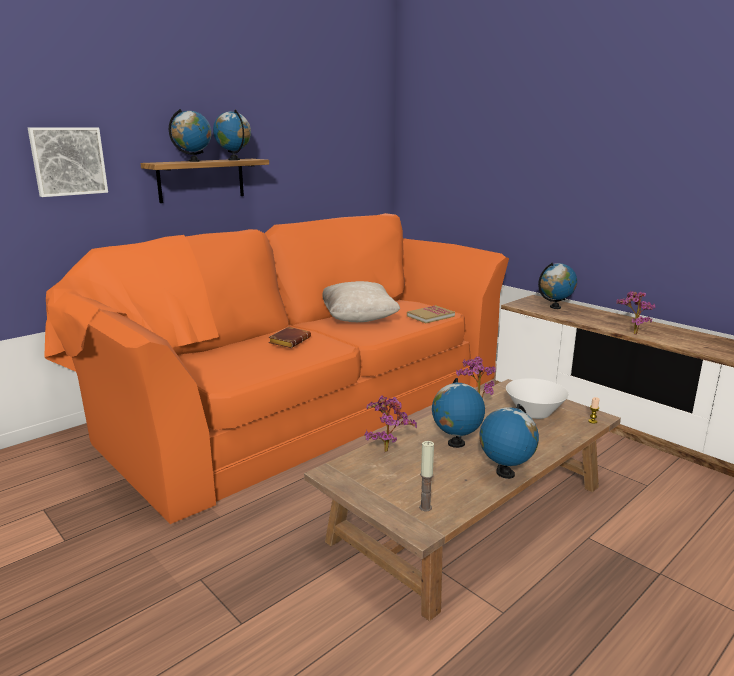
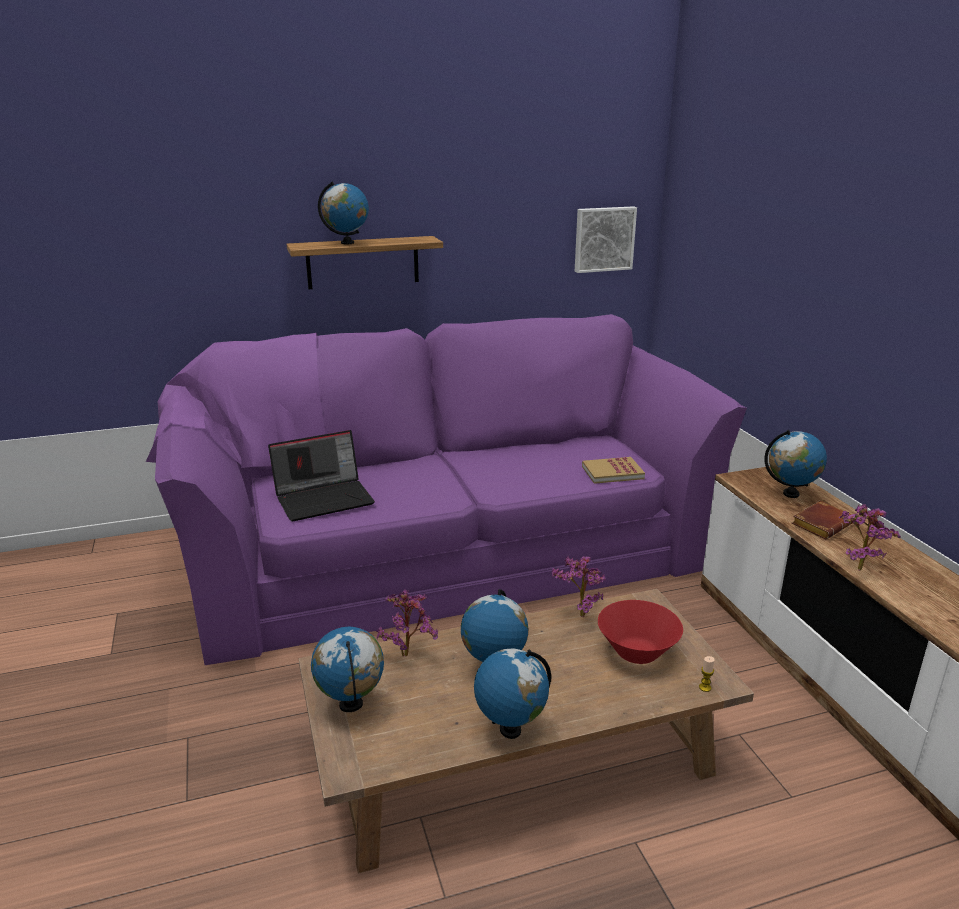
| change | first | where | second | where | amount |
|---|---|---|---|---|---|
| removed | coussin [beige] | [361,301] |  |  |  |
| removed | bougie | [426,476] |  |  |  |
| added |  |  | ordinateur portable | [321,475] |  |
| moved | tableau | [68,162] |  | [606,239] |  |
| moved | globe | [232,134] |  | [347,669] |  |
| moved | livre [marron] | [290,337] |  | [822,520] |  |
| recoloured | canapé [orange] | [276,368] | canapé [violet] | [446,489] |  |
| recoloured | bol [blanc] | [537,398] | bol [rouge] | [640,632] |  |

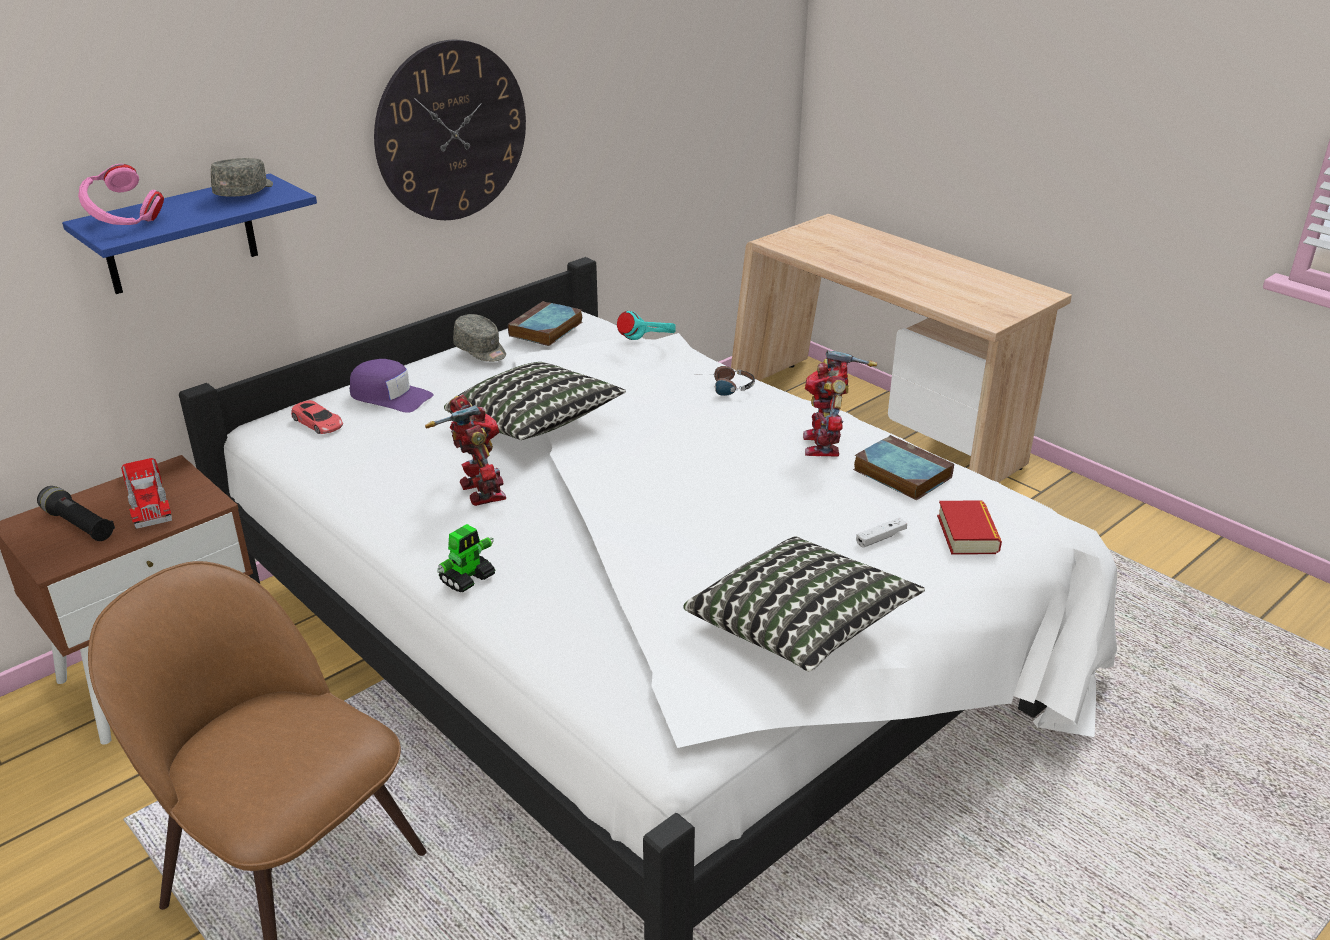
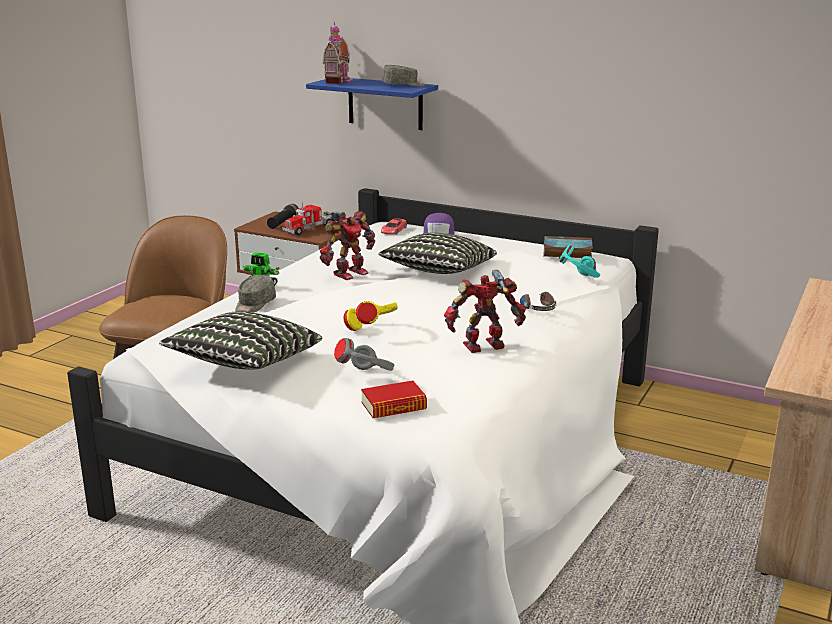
| change | first | where | second | where | amount |
|---|---|---|---|---|---|
| removed | horloge murale | [450,129] |  |  |  |
| removed | livre | [903,467] |  |  |  |
| added |  |  | casque audio [jaune] | [370,316] |  |
| moved | casquette [gris] | [479,338] |  | [255,294] |  |
| replaced | casque audio [rose] | [121,194] | maison miniature | [337,53] |  |
| replaced | manette [blanc] | [881,533] | casque audio [gris] | [364,354] |  |

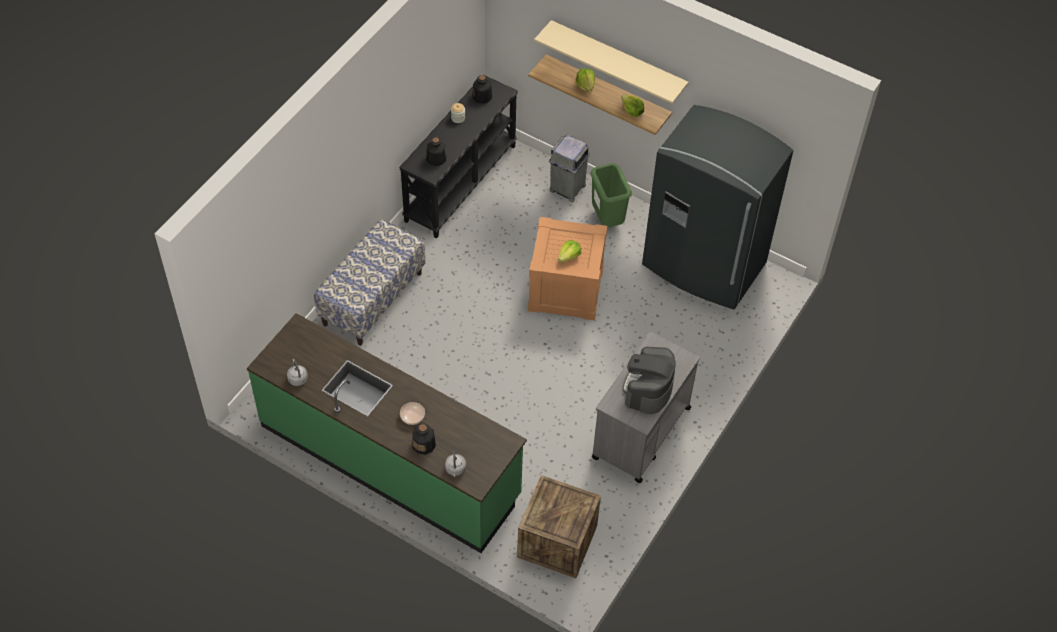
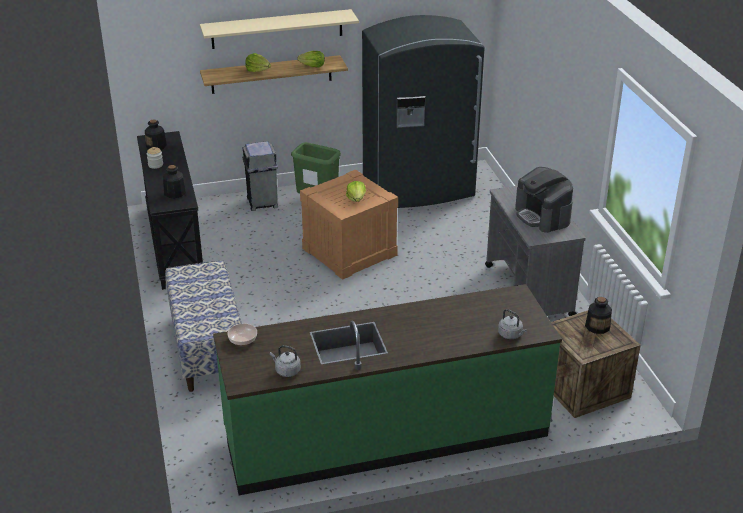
| change | first | where | second | where | amount |
|---|---|---|---|---|---|
| moved | bol | [412,413] |  | [242,334] |  |
| moved | bouteille | [424,439] |  | [598,315] |  |

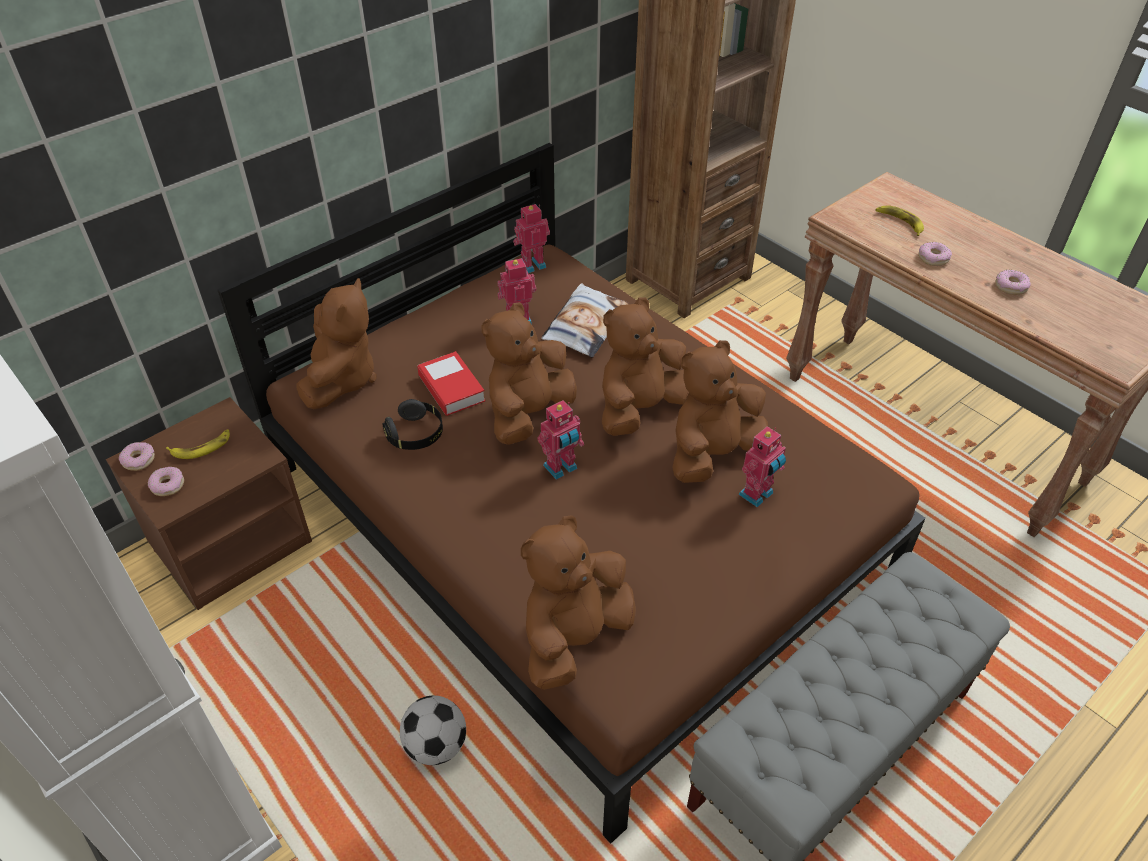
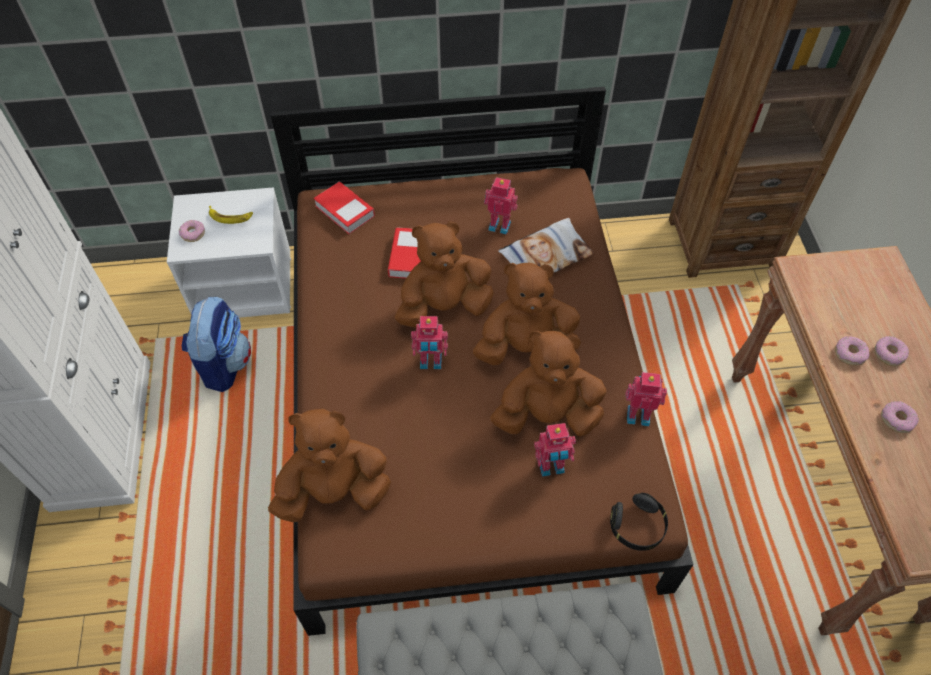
| change | first | where | second | where | amount |
|---|---|---|---|---|---|
| removed | ballon de foot | [433,730] |  |  |  |
| removed | banane | [899,220] |  |  |  |
| added |  |  | sac à dos | [216,344] |  |
| moved | beignet | [137,456] |  | [891,351] |  |
| moved | casque audio [noir] | [412,424] |  | [639,522] |  |
| moved | robot jouet | [531,238] |  | [646,399] |  |
| replaced | peluche [marron] | [336,343] | livre | [344,208] |  |
| recoloured | table de chevet [marron] | [209,503] | table de chevet [blanc] | [229,252] |  |

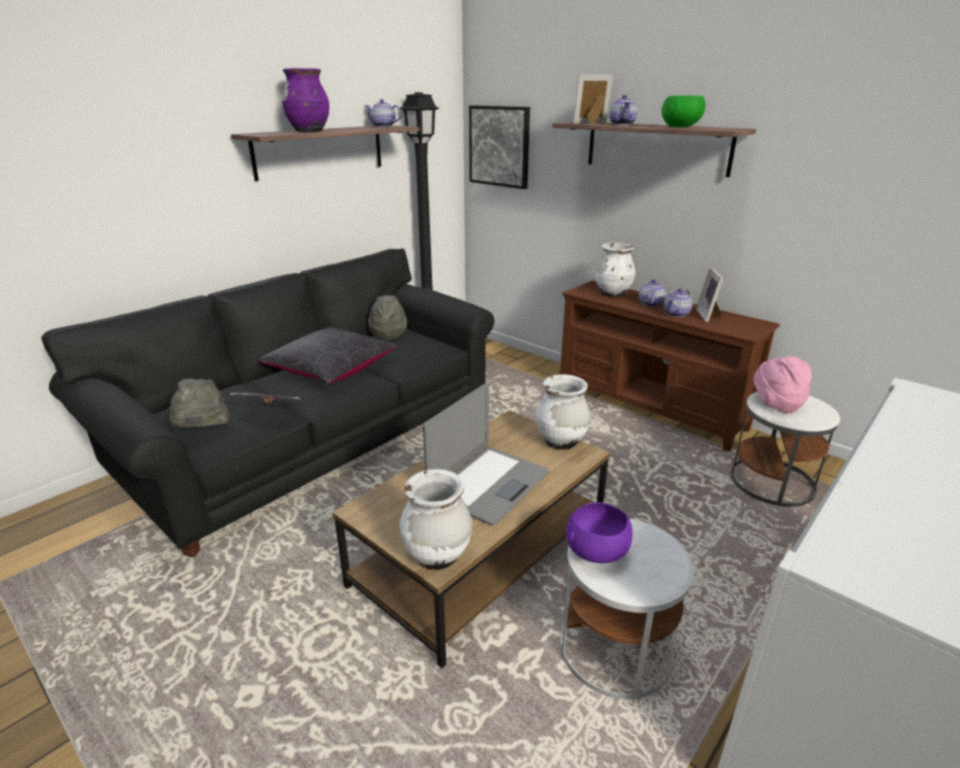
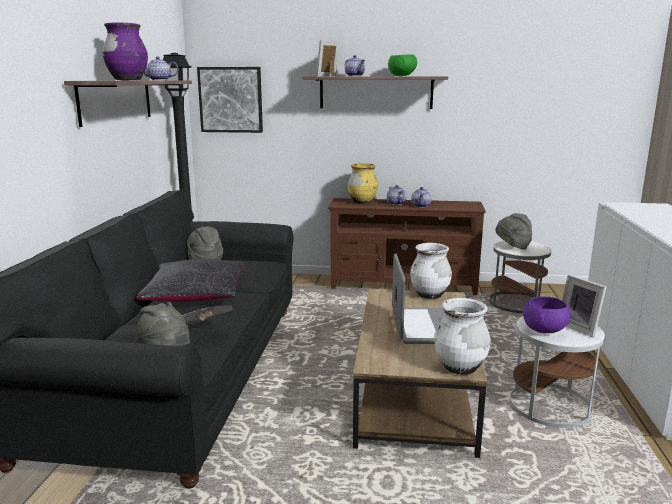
| change | first | where | second | where | amount |
|---|---|---|---|---|---|
| moved | cadre photo | [710,294] |  | [584,306] |  |
| recoloured | vase [blanc] | [615,269] | vase [jaune] | [363,183] |  |
| recoloured | chapeau [rose] | [783,384] | chapeau [gris] | [513,231] |  |

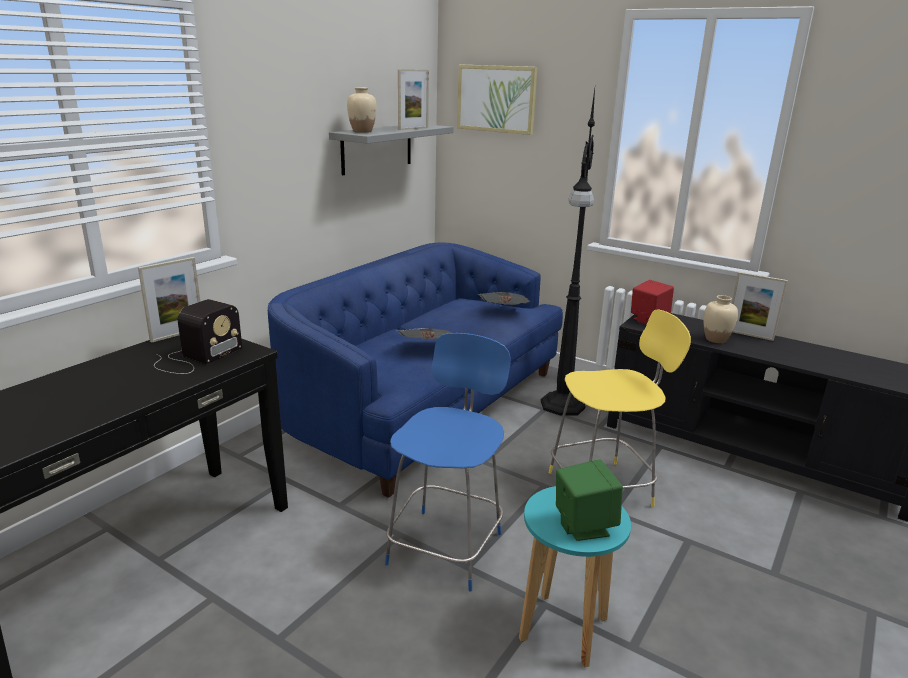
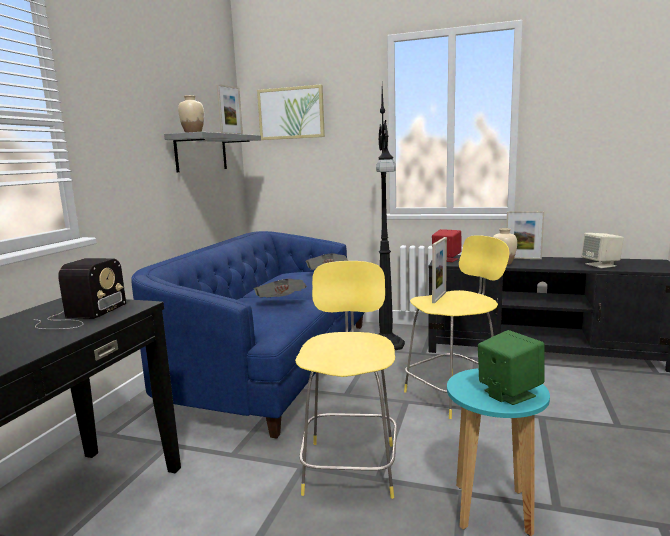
| change | first | where | second | where | amount |
|---|---|---|---|---|---|
| added |  |  | enceinte [beige] | [602,250] |  |
| moved | cadre photo | [169,300] |  | [439,270] |  |
| recoloured | tabouret [bleu] | [448,462] | tabouret [jaune] | [346,380] |  |

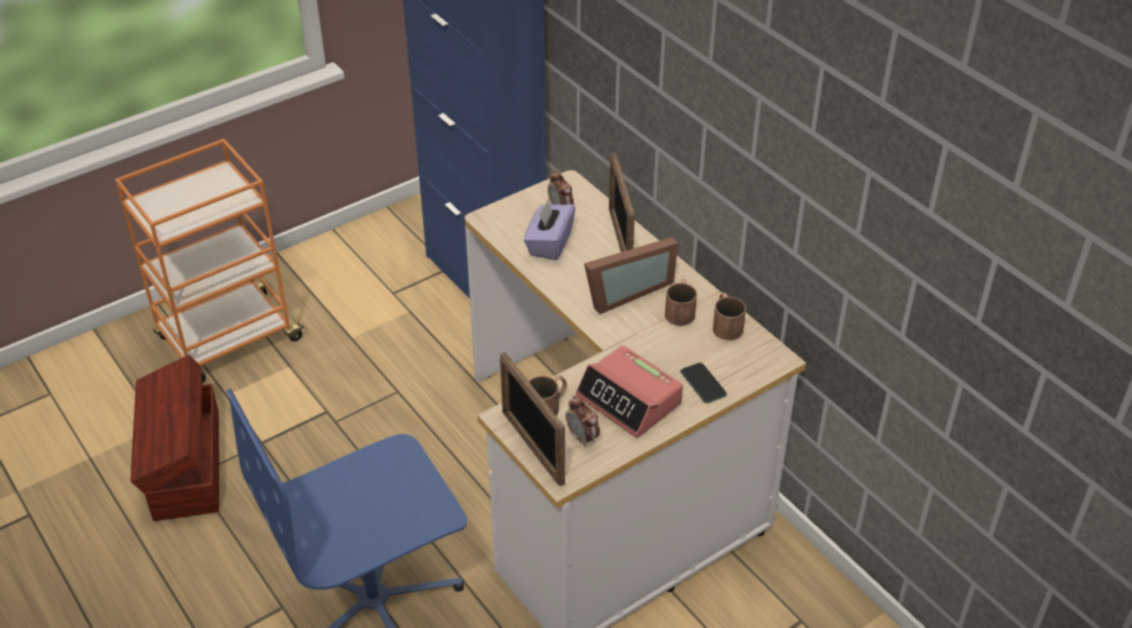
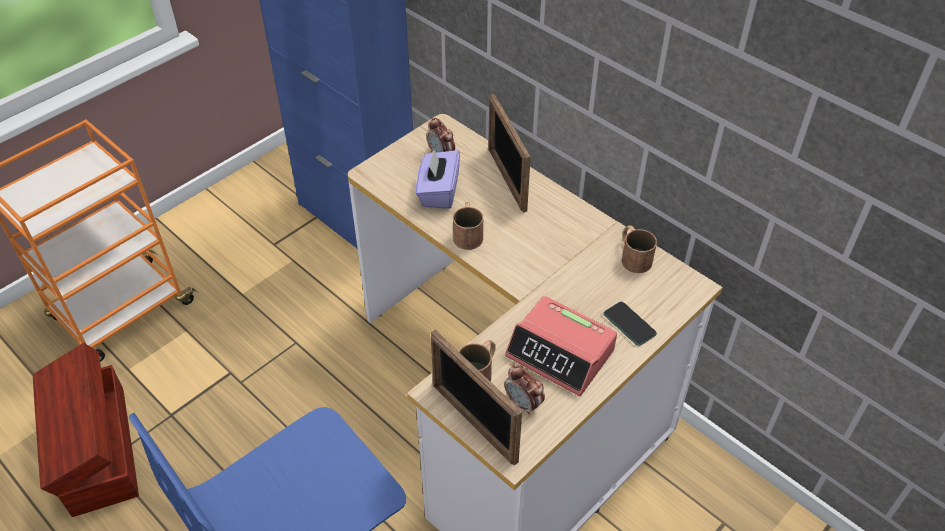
| change | first | where | second | where | amount |
|---|---|---|---|---|---|
| removed | cadre photo | [631,275] |  |  |  |
| moved | mug [marron] | [681,302] |  | [468,226] |  |

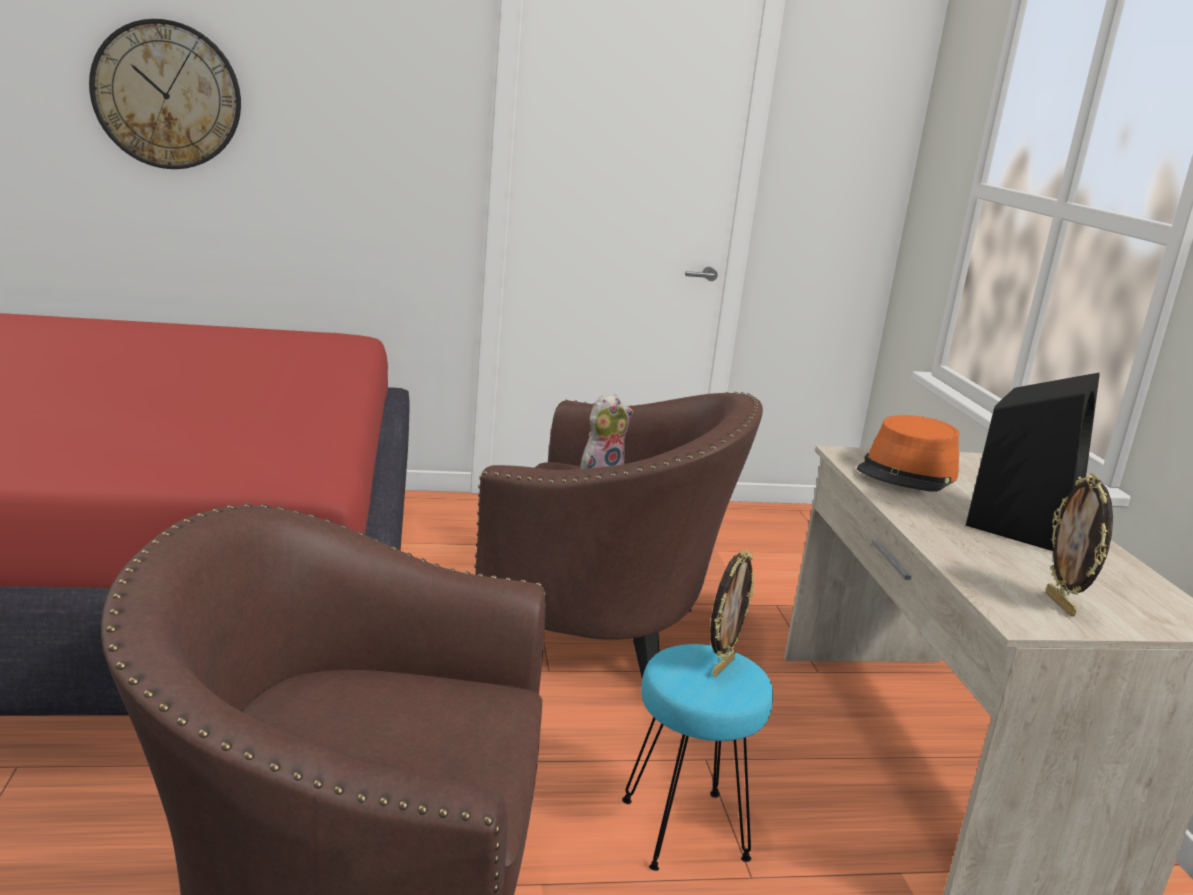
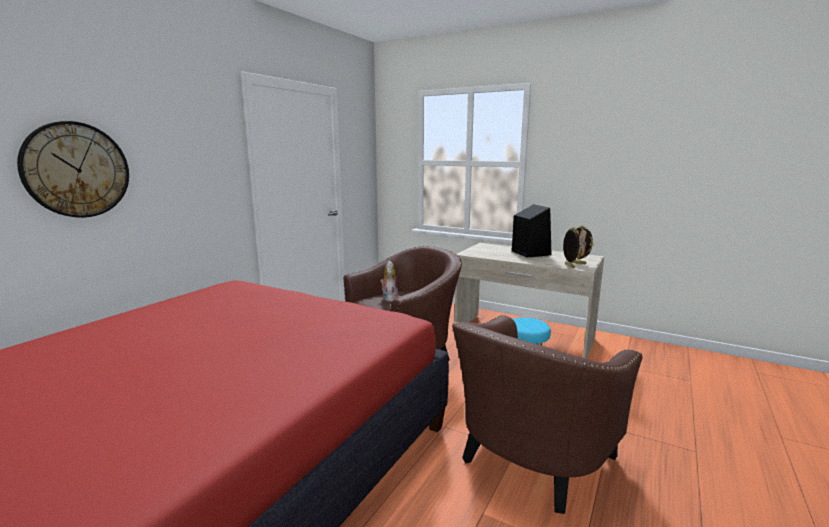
| change | first | where | second | where | amount |
|---|---|---|---|---|---|
| removed | chapeau [orange] | [908,453] |  |  |  |
| moved | cadre photo | [732,613] |  | [572,247] |  |

